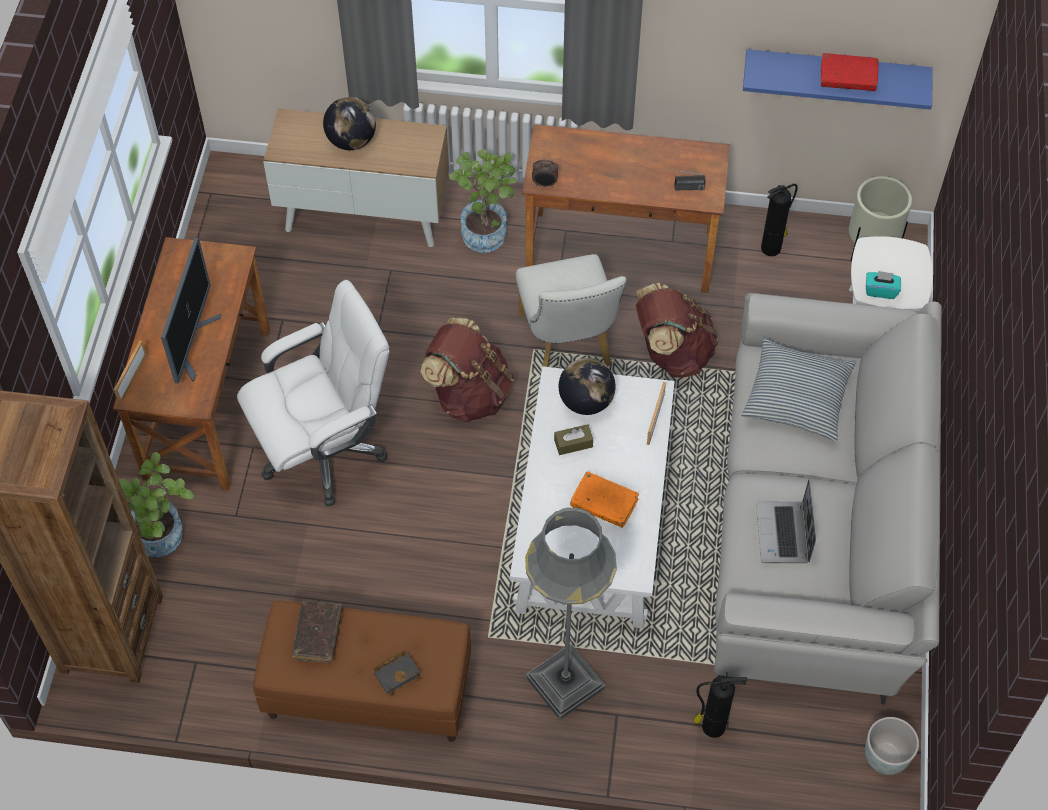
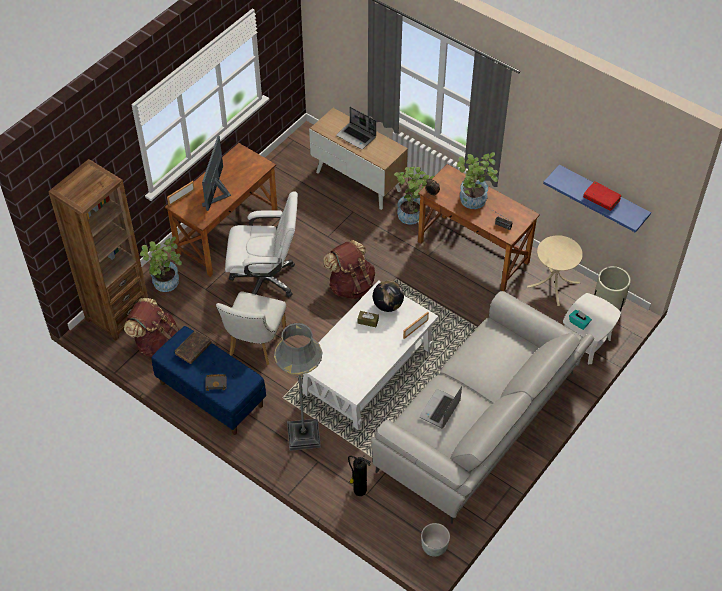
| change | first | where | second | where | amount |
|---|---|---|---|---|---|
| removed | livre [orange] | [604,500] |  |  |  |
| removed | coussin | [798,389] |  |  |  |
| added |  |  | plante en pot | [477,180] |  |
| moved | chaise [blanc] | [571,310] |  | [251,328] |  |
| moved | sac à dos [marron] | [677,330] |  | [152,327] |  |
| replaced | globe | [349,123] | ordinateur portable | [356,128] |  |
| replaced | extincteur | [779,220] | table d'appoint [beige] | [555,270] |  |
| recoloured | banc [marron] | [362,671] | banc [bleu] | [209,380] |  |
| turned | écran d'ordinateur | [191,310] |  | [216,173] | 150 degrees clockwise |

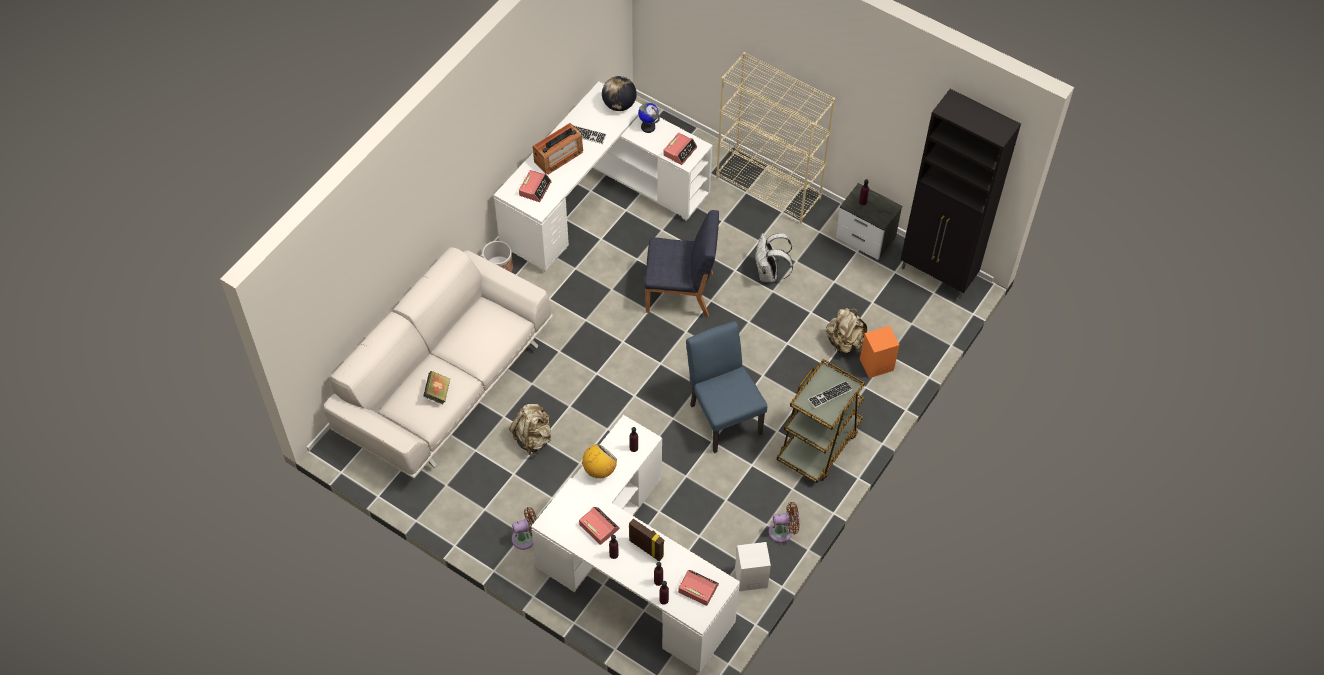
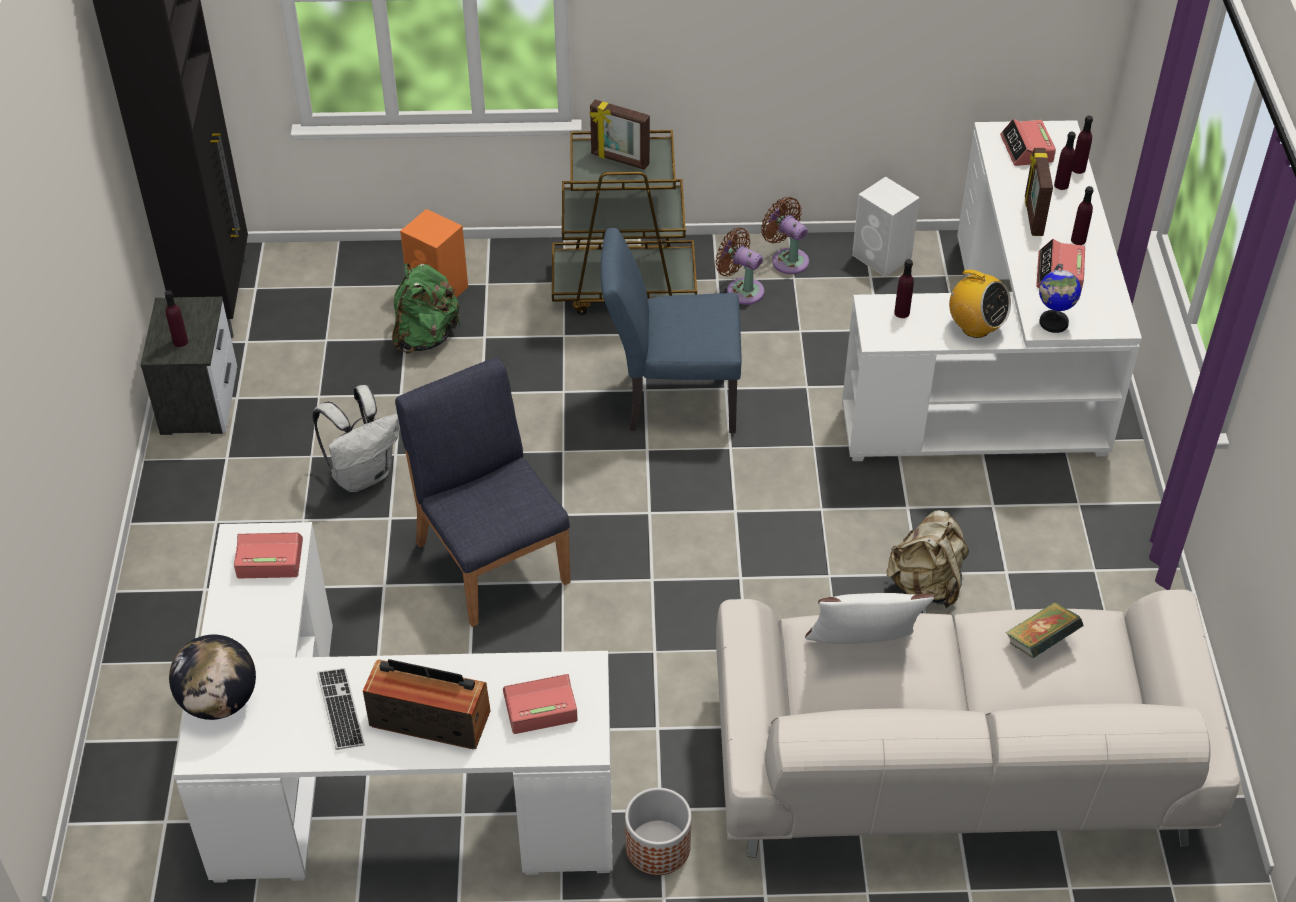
| change | first | where | second | where | amount |
|---|---|---|---|---|---|
| removed | bibliothèque [beige] | [775,138] |  |  |  |
| added |  |  | coussin [blanc] | [870,618] |  |
| moved | ventilateur [marron] | [524,528] |  | [740,266] |  |
| moved | globe | [649,118] |  | [1060,298] |  |
| replaced | clavier | [830,394] | cadre photo | [620,134] |  |
| recoloured | sac à dos [beige] | [846,331] | sac à dos [vert] | [426,308] |  |
| turned | radio | [599,461] |  | [978,304] | 150 degrees counterclockwise |
| turned | chaise [bleu] | [726,387] |  | [671,330] | 60 degrees clockwise |

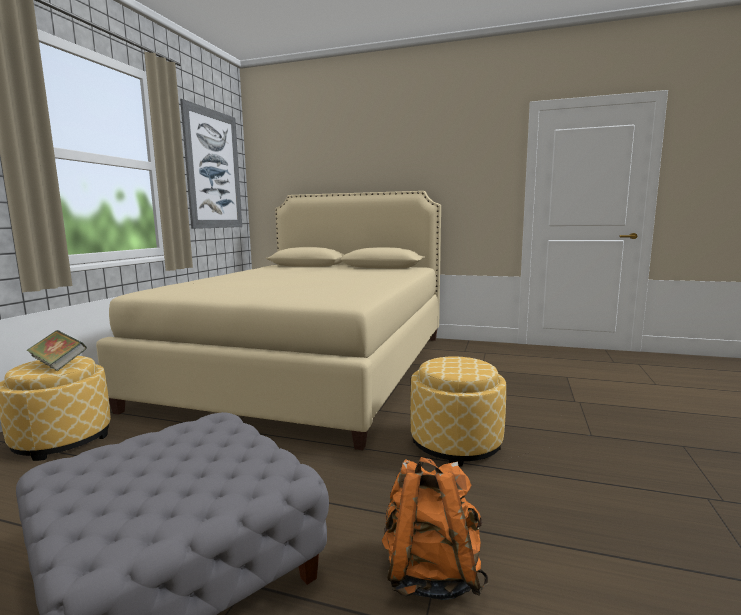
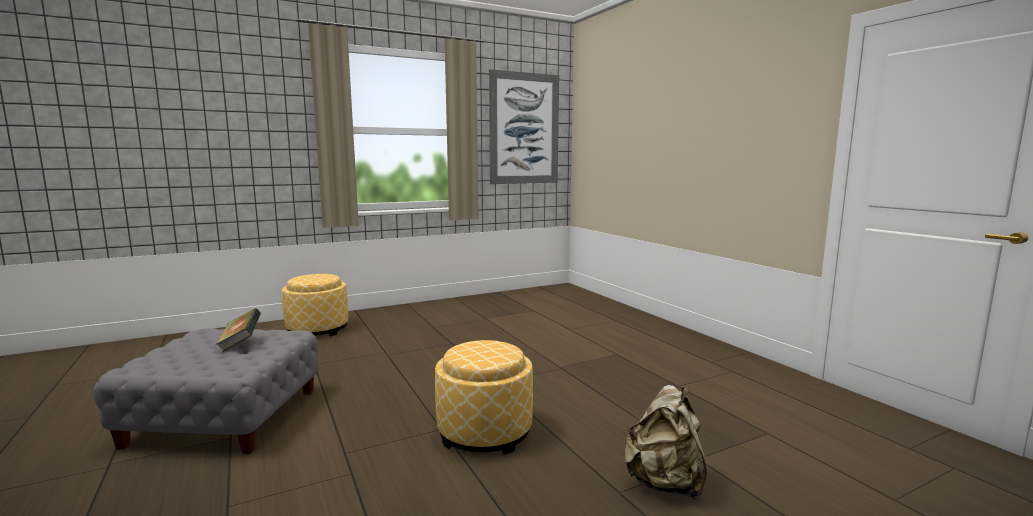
| change | first | where | second | where | amount |
|---|---|---|---|---|---|
| removed | lit [beige] | [268,320] |  |  |  |
| removed | sac à dos [orange] | [435,528] |  |  |  |
| added |  |  | sac à dos [beige] | [665,442] |  |
| moved | livre | [56,350] |  | [238,329] |  |

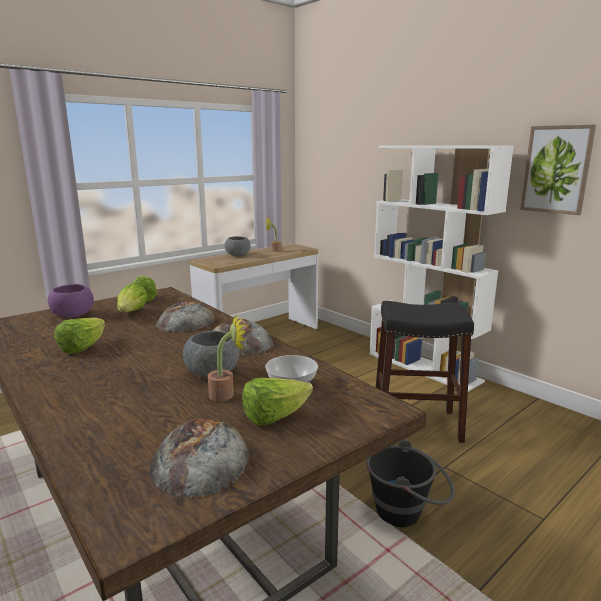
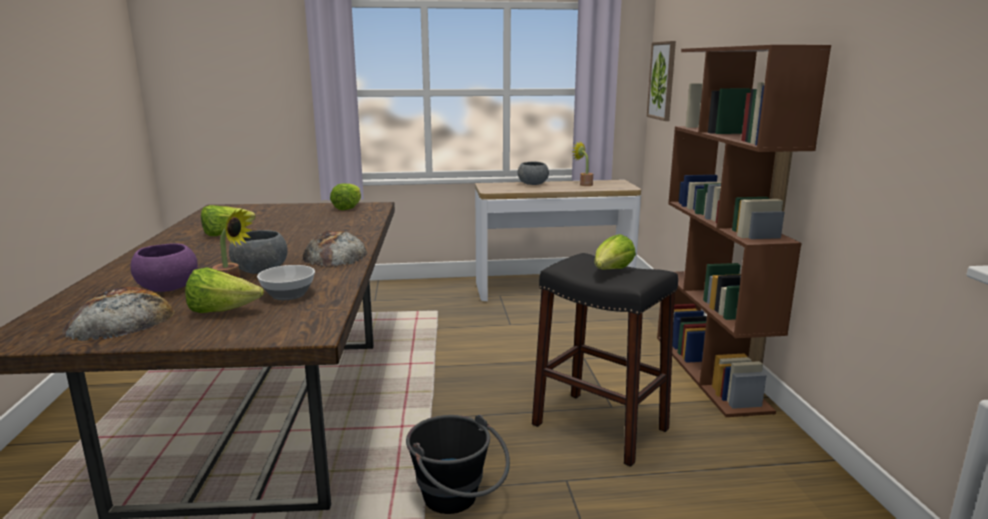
| change | first | where | second | where | amount |
|---|---|---|---|---|---|
| removed | pain | [185,316] |  |  |  |
| moved | bol [violet] | [71,300] |  | [164,267] |  |
| moved | laitue | [132,297] |  | [615,251] |  |
| moved | tableau | [558,170] |  | [661,81] |  |
| recoloured | bibliothèque [blanc] | [441,269] | bibliothèque [marron] | [744,231] |  |

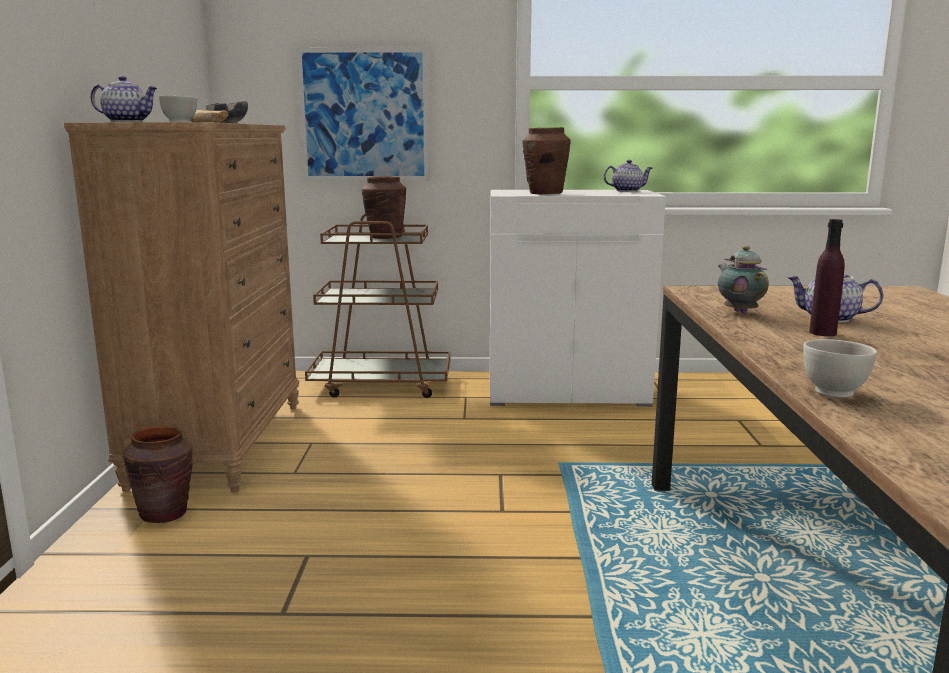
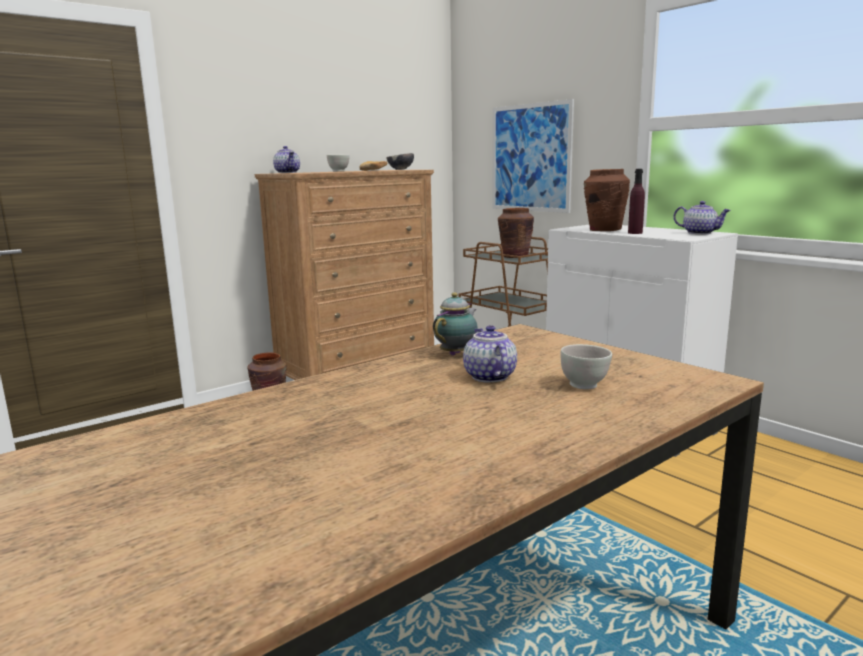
| change | first | where | second | where | amount |
|---|---|---|---|---|---|
| moved | bol [blanc] | [840,368] |  | [586,366] |  |
| moved | bouteille [violet] | [827,277] |  | [636,201] |  |

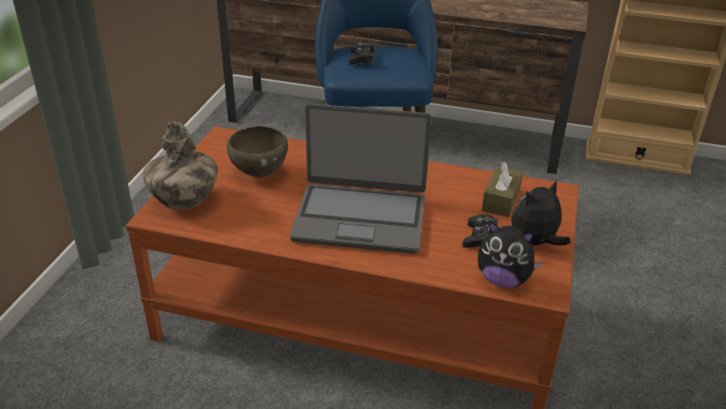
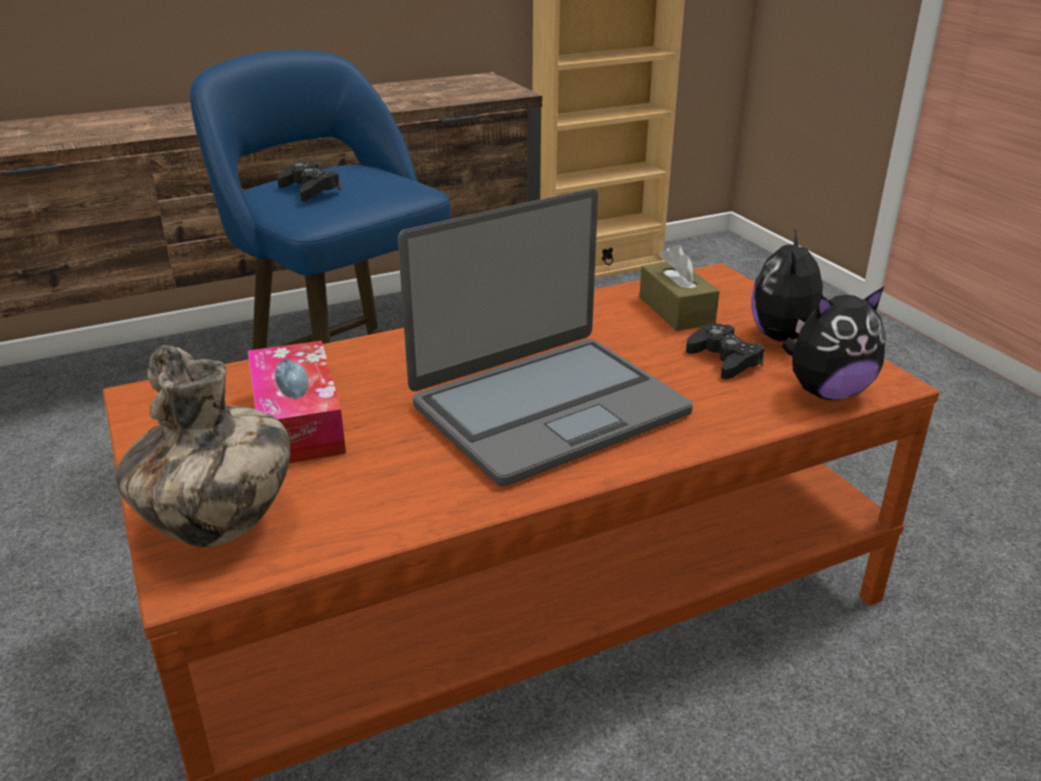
| change | first | where | second | where | amount |
|---|---|---|---|---|---|
| replaced | bol [marron] | [257,152] | boîte à mouchoirs | [297,402] |  |

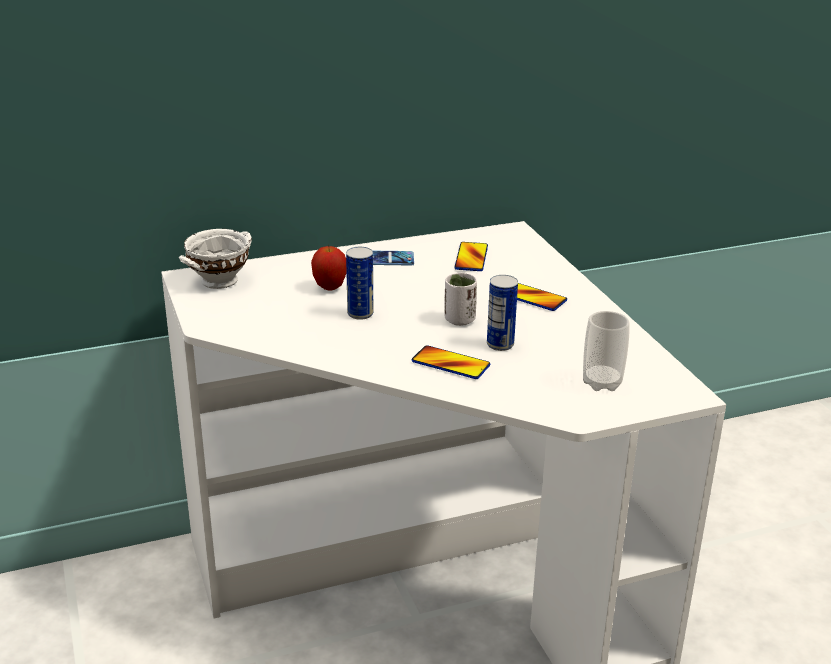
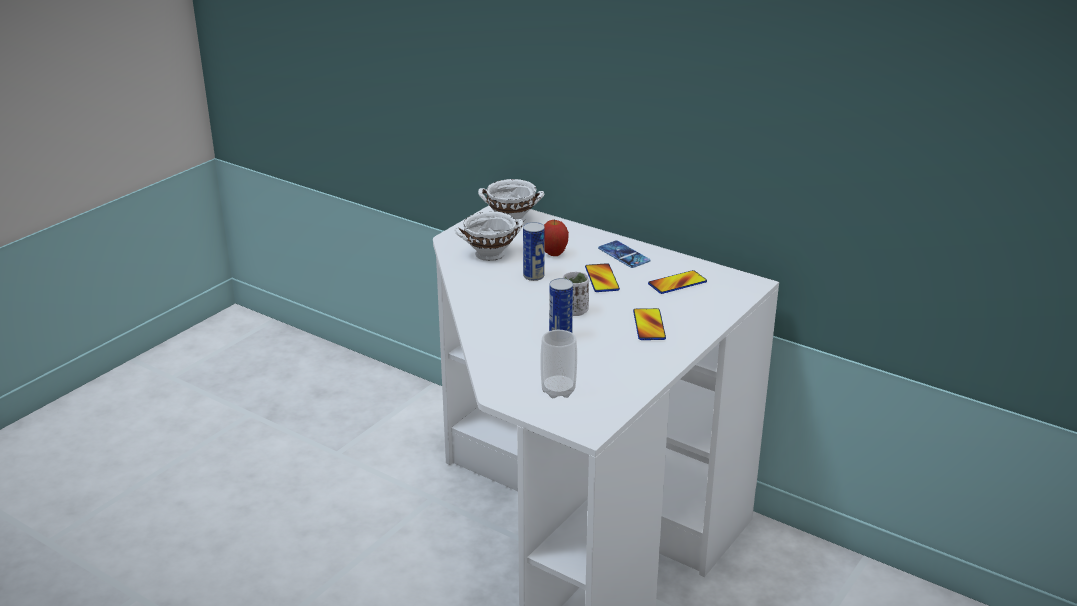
| change | first | where | second | where | amount |
|---|---|---|---|---|---|
| added |  |  | bol [blanc] | [489,236] |  |
| moved | téléphone | [451,362] |  | [602,277] |  |

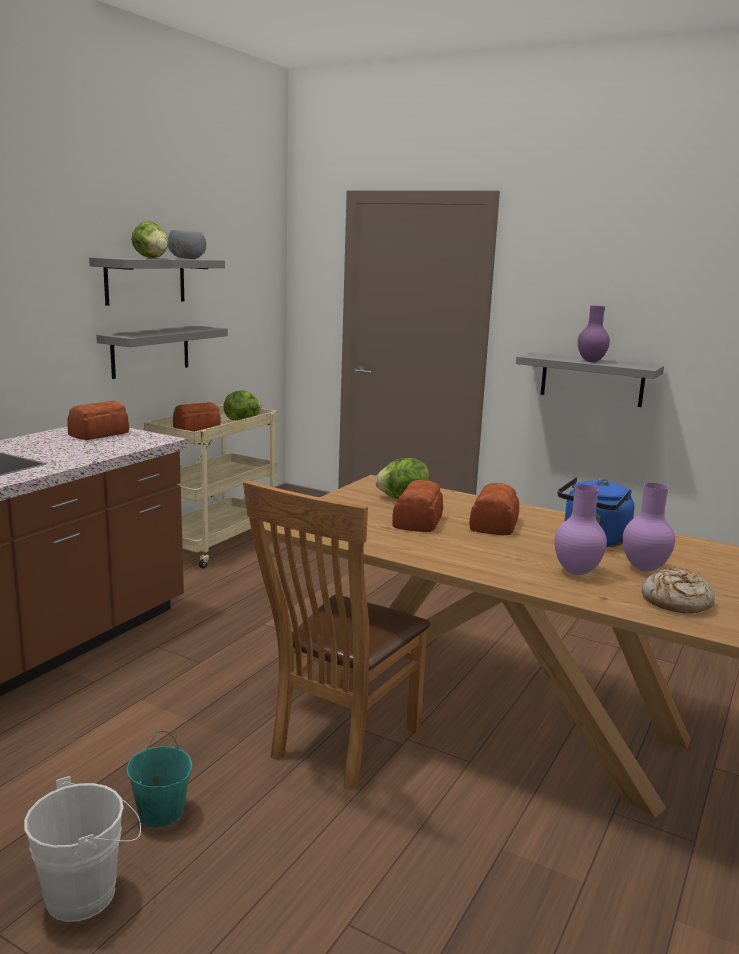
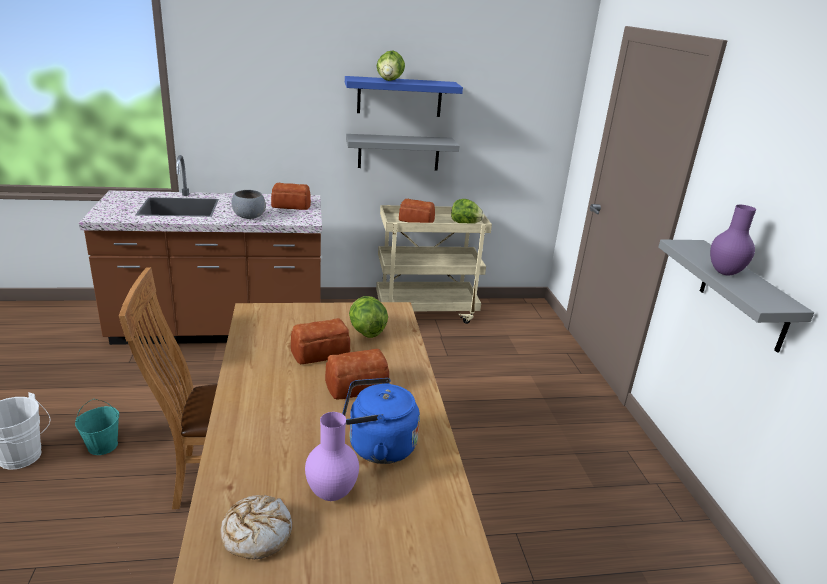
| change | first | where | second | where | amount |
|---|---|---|---|---|---|
| removed | vase [violet] | [580,529] |  |  |  |
| moved | bol [gris] | [187,244] |  | [248,204] |  |
| recoloured | étagère [gris] | [157,281] | étagère [bleu] | [404,96] |  |

